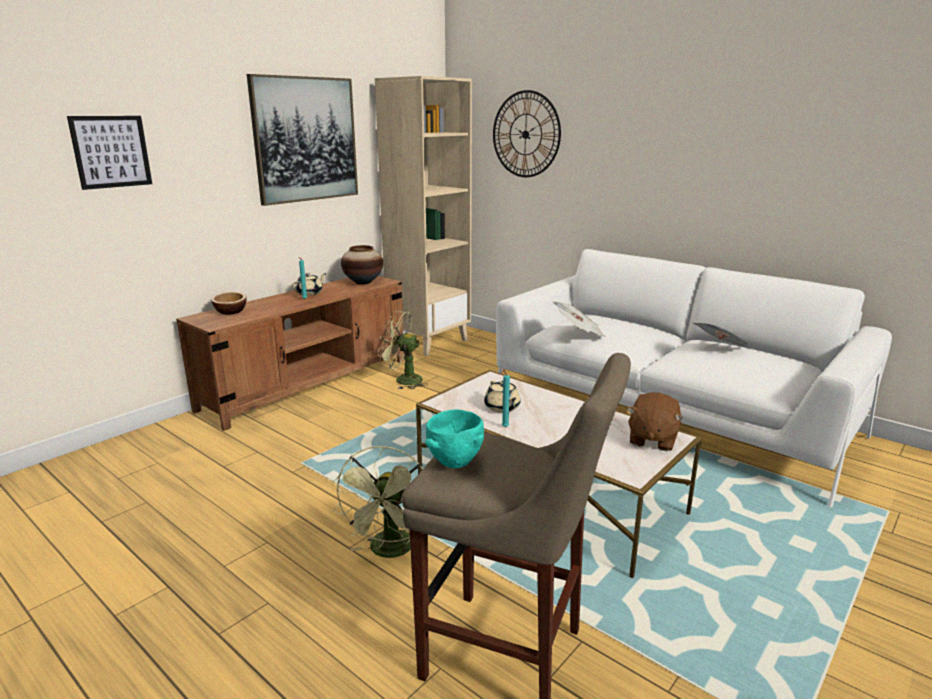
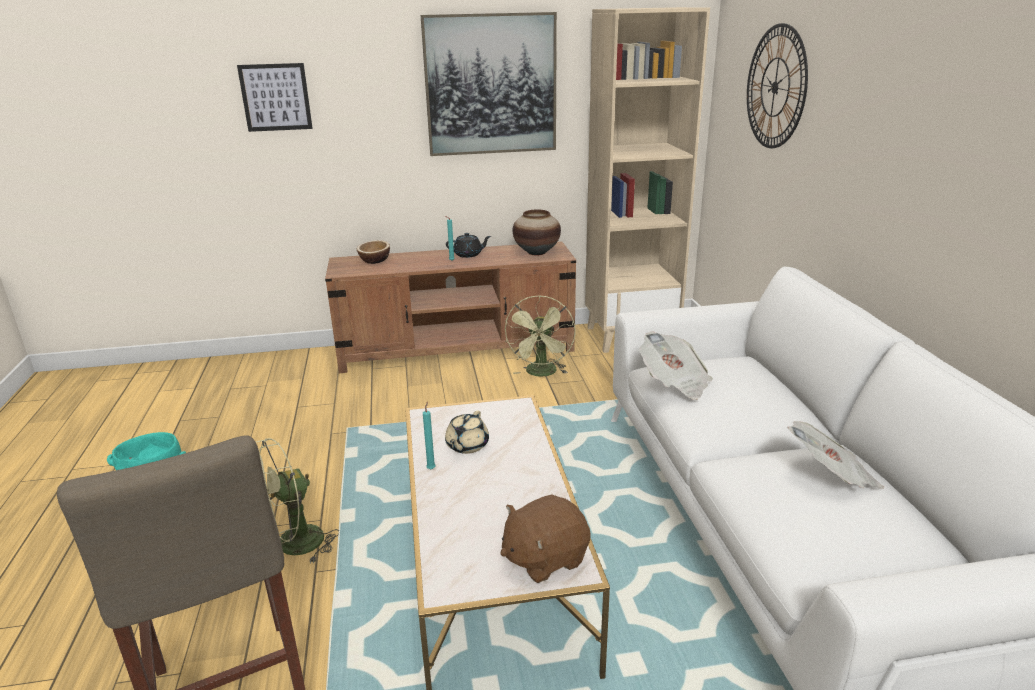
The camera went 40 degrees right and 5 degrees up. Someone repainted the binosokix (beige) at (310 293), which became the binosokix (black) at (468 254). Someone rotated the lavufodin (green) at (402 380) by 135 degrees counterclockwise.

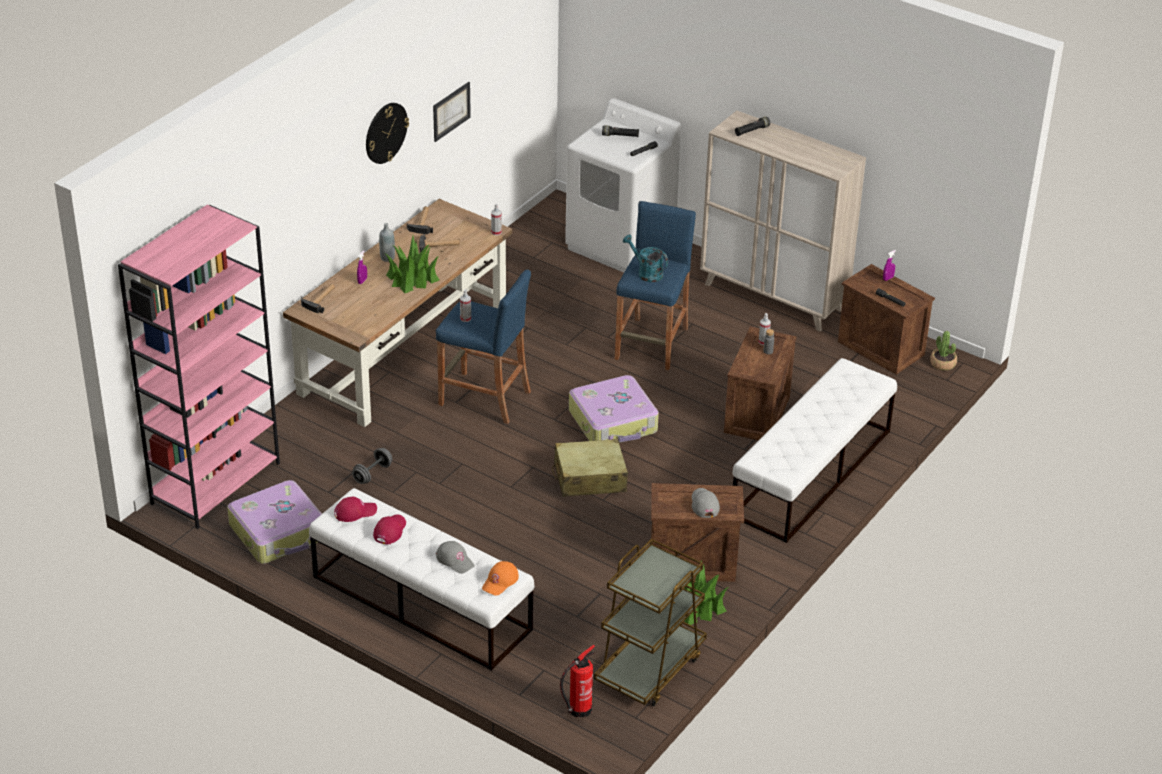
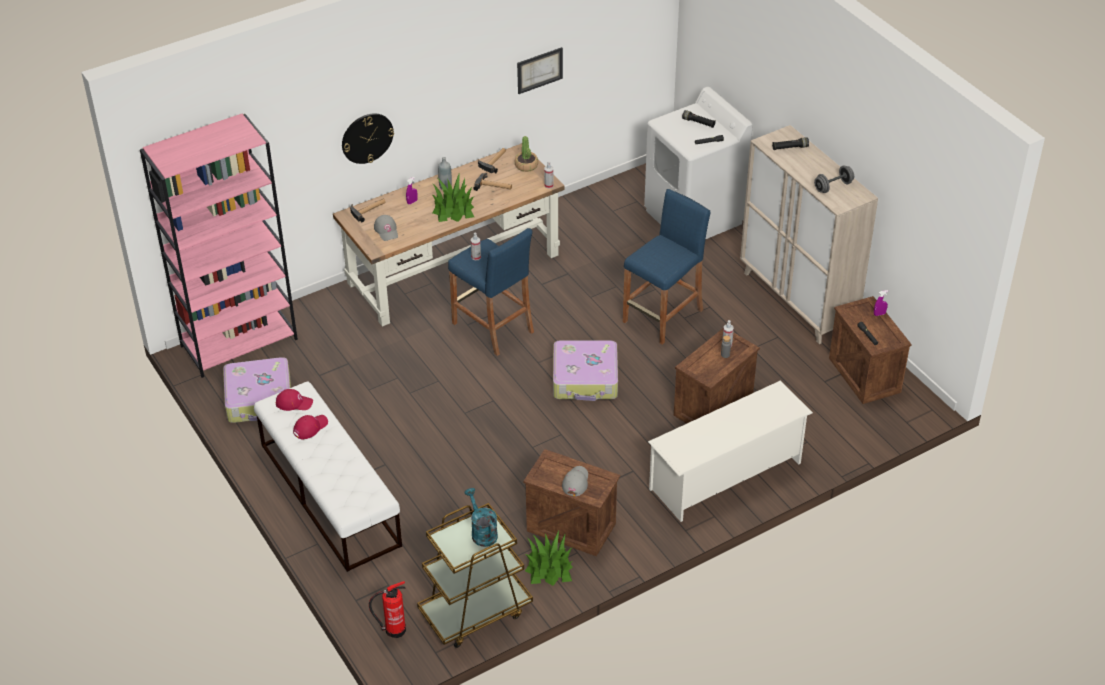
The camera went 25 degrees right and 5 degrees up. Someone carried the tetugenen from (385 132) to (367 138). Someone carried the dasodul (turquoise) from (646 273) to (482 532). Someone carried the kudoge from (943 363) to (526 165). Someone swapped the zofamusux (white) at (811 473) for the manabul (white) at (726 476). Someone took away the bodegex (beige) at (589 478). Someone carried the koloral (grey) from (372 474) to (833 186). Someone carried the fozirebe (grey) from (455 560) to (386 230). Someone took away the fozirebe (orange) at (500 581).

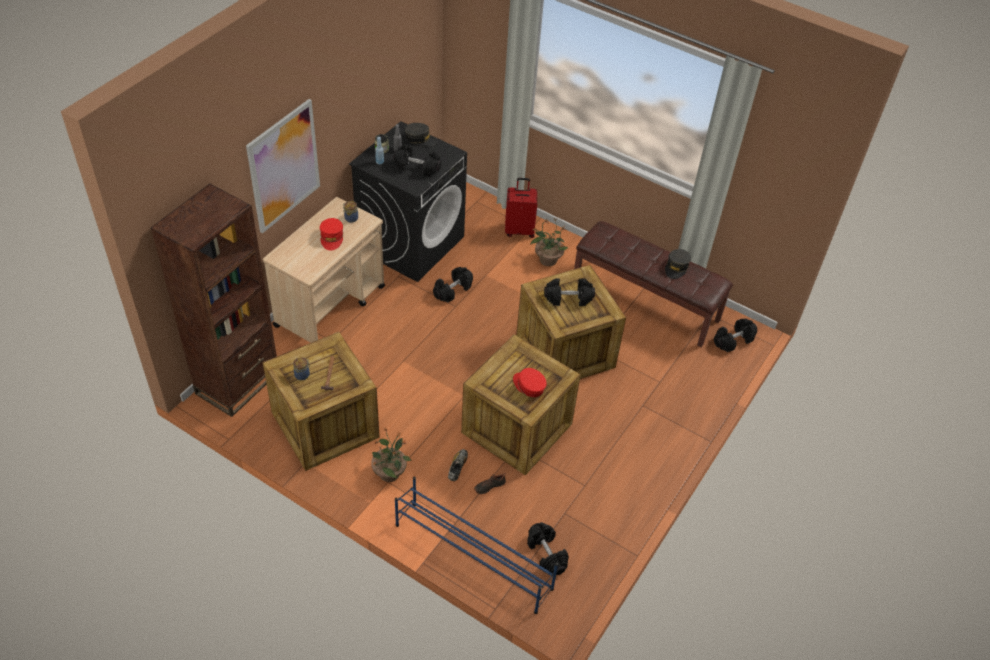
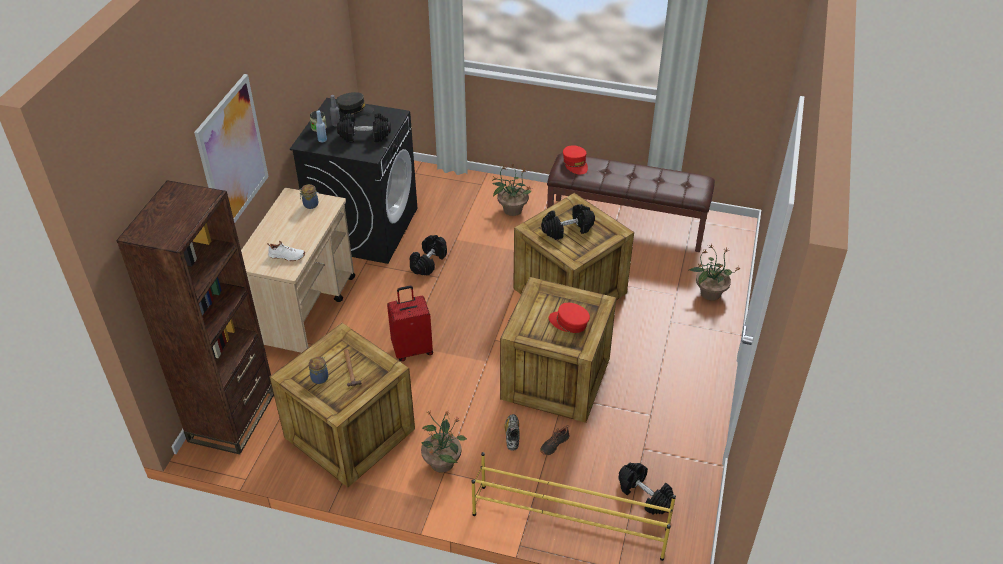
The camera went 15 degrees left and 5 degrees down. Someone carried the bodegex (red) from (519 230) to (412 349). Someone carried the fozirebe (red) from (332 238) to (575 164). Someone took away the fozirebe (grey) at (676 267). Someone took away the koloral (black) at (733 340). Someone repainted the manabul (blue) at (472 556), which became the manabul (yellow) at (569 521). Someone put down the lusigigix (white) at (286 256). Someone put down the kudoge at (709 293).

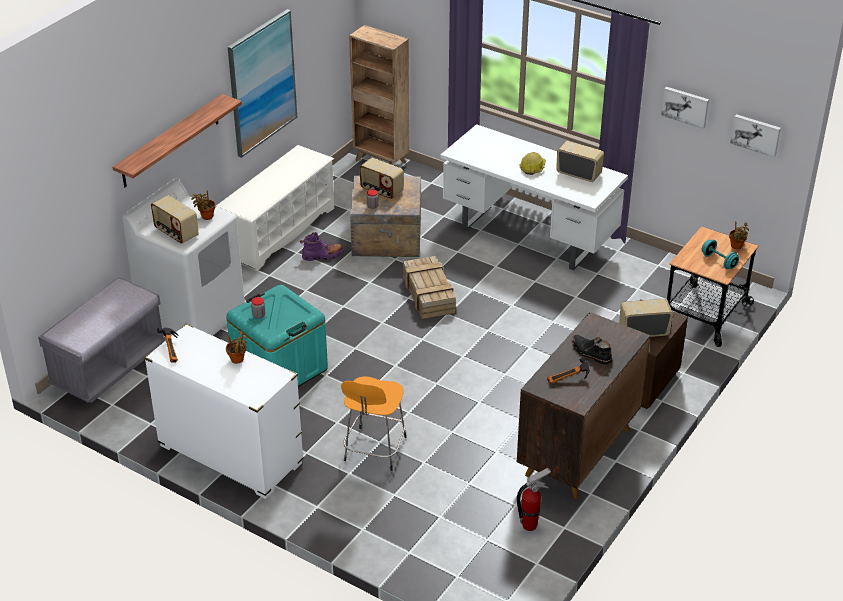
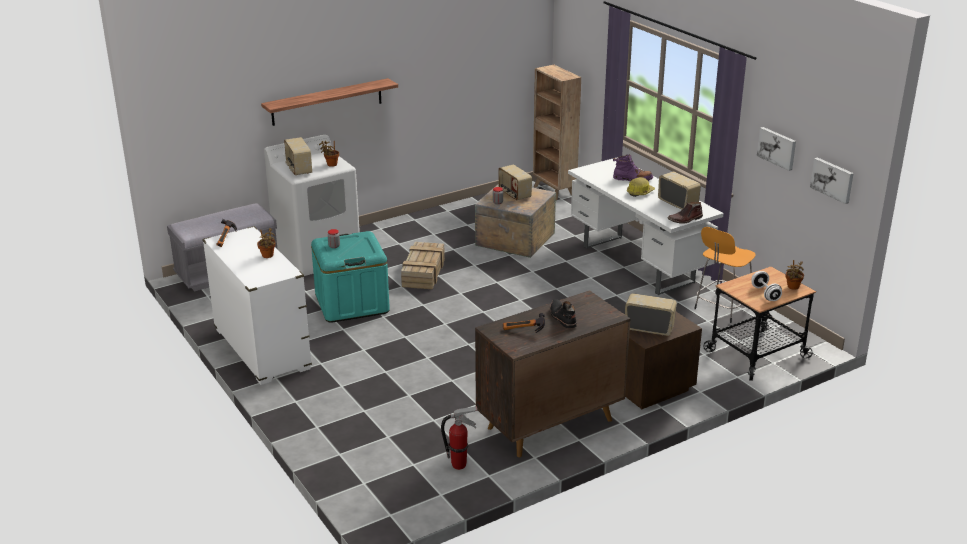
The camera went 25 degrees right and 10 degrees down. Someone took away the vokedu at (262 83). Someone took away the manabul (white) at (279 231). Someone carried the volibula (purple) from (323 256) to (632 179). Someone repainted the koloral (turquoise) at (719 261), which became the koloral (white) at (765 294). Someone carried the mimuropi from (428 294) to (423 272). Someone carried the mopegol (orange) from (374 450) to (722 308). Someone put down the volibula (brown) at (685 219).

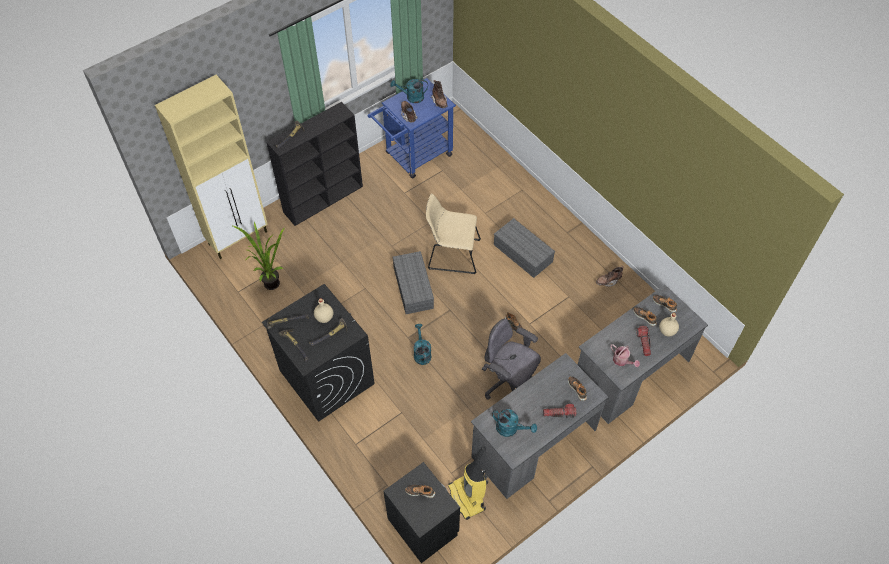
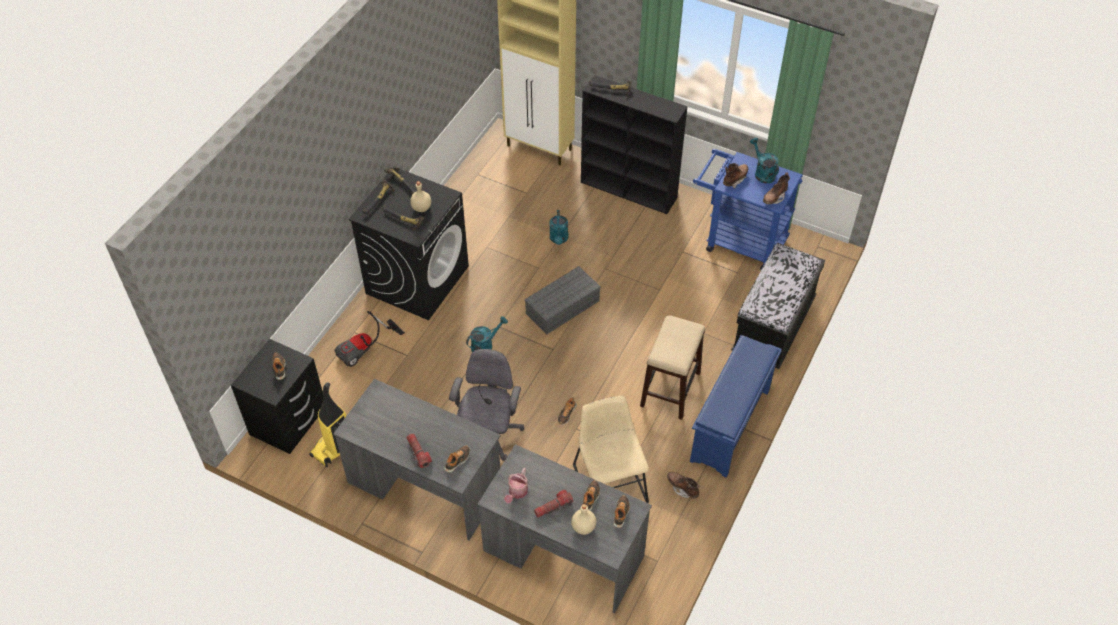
The camera went 65 degrees right and 5 degrees down. Someone carried the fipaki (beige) from (451 254) to (609 480). Someone swapped the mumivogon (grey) at (524 253) for the mopegol at (670 390). Someone took away the kudoge at (269 281). Someone carried the dasodul (turquoise) from (510 429) to (559 239). Someone put down the zofamusux (black) at (773 326). Someone put down the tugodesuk at (366 349). Someone put down the manabul (blue) at (730 427).

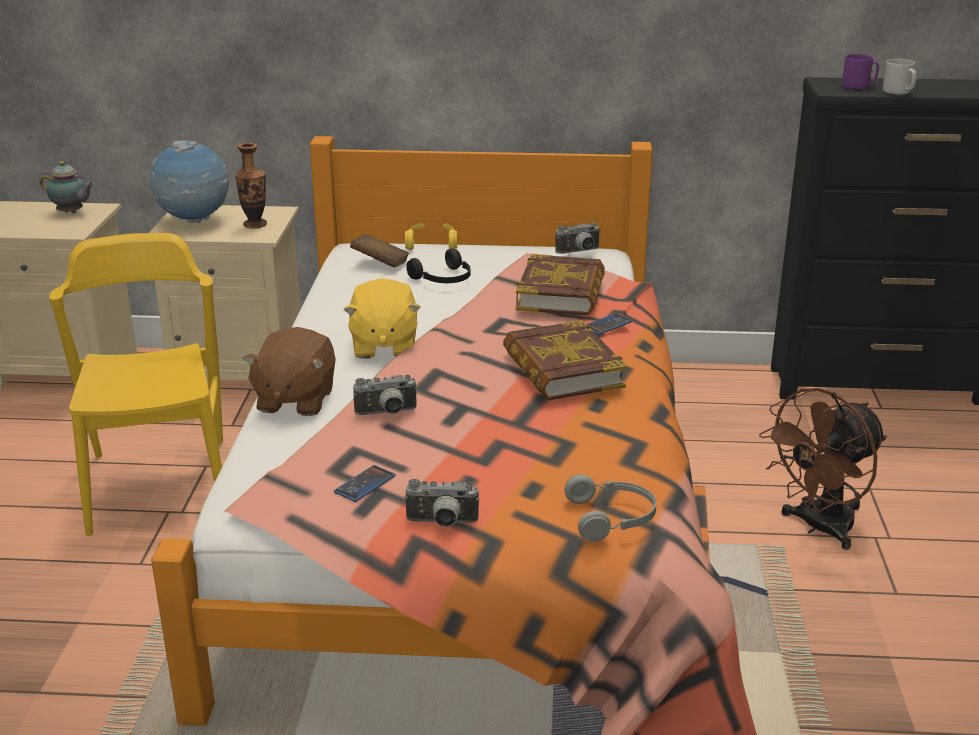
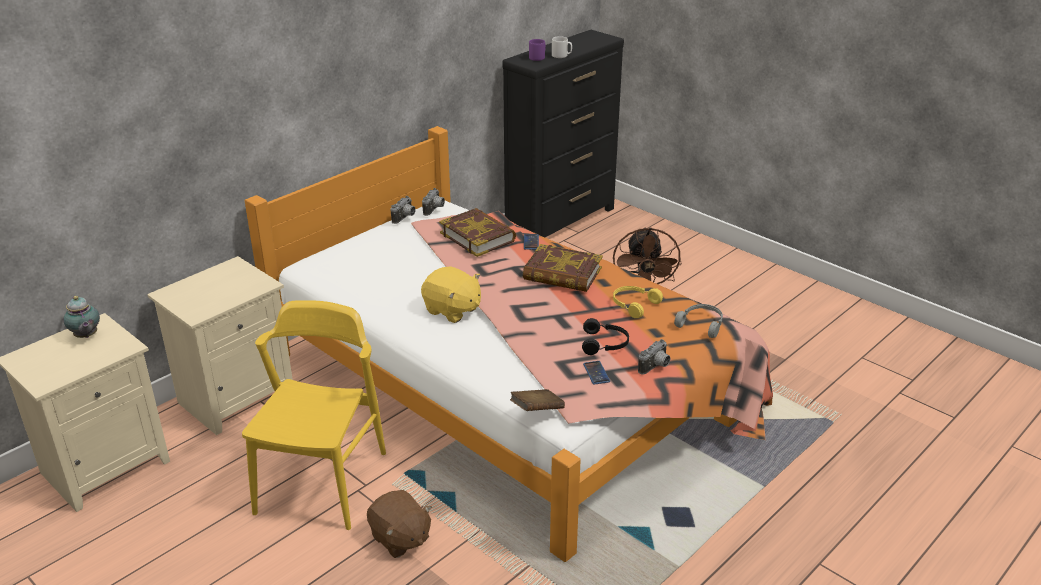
The camera went 50 degrees left and 5 degrees up. Someone took away the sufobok at (194 221). Someone took away the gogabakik at (255 225). Someone rotated the binosokix at (72 213) by 90 degrees clockwise. Someone carried the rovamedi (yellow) from (432 243) to (633 305). Someone rotated the fipaki (yellow) at (159 484) by 75 degrees clockwise. Someone carried the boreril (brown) from (380 264) to (537 410). Someone carried the rovamedi (black) from (444 279) to (605 344). Someone carried the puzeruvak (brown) from (295 400) to (400 538). Someone carried the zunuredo from (387 413) to (405 218).

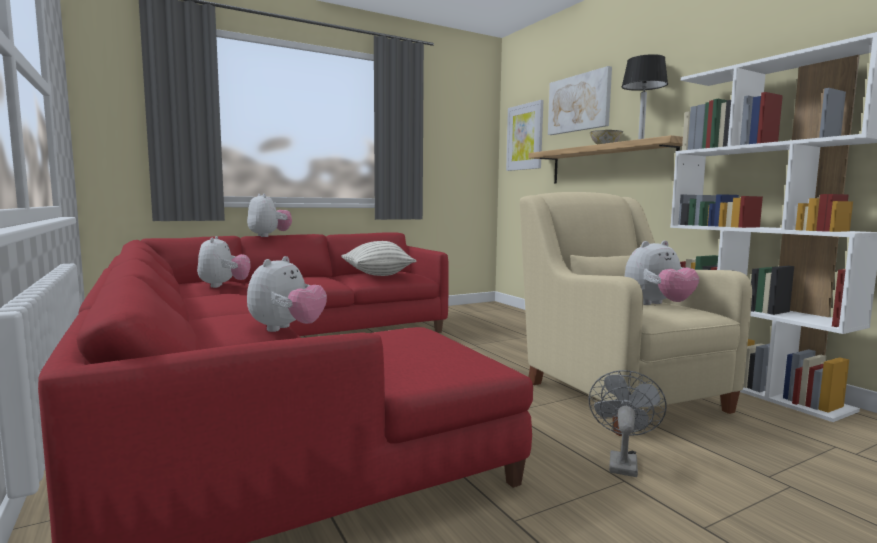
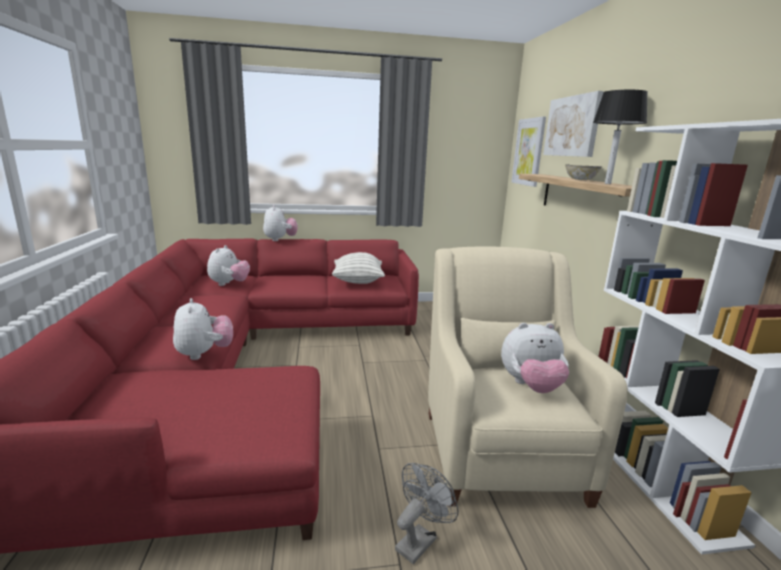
The camera went 20 degrees right and 10 degrees up. Someone rotated the puzeruvak at (287 329) by 60 degrees counterclockwise.

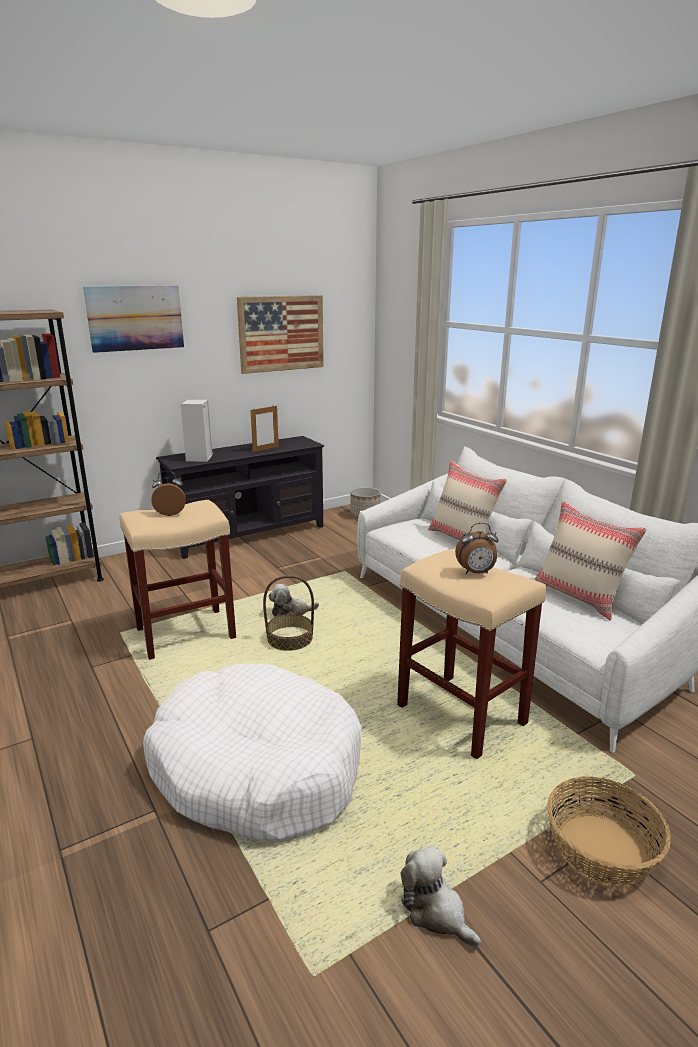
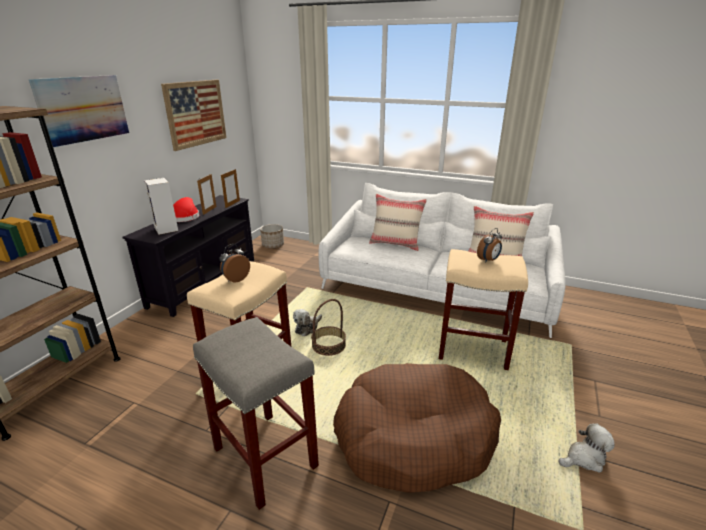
The camera went 35 degrees left and 5 degrees up. Someone repainted the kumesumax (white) at (256 768), which became the kumesumax (brown) at (413 437). Someone took away the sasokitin at (601 850). Someone rotated the puzeruvak at (436 911) by 150 degrees clockwise. Someone put down the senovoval at (232 204). Someone put down the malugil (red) at (185 217). Someone put down the mopegol (grey) at (266 457).

